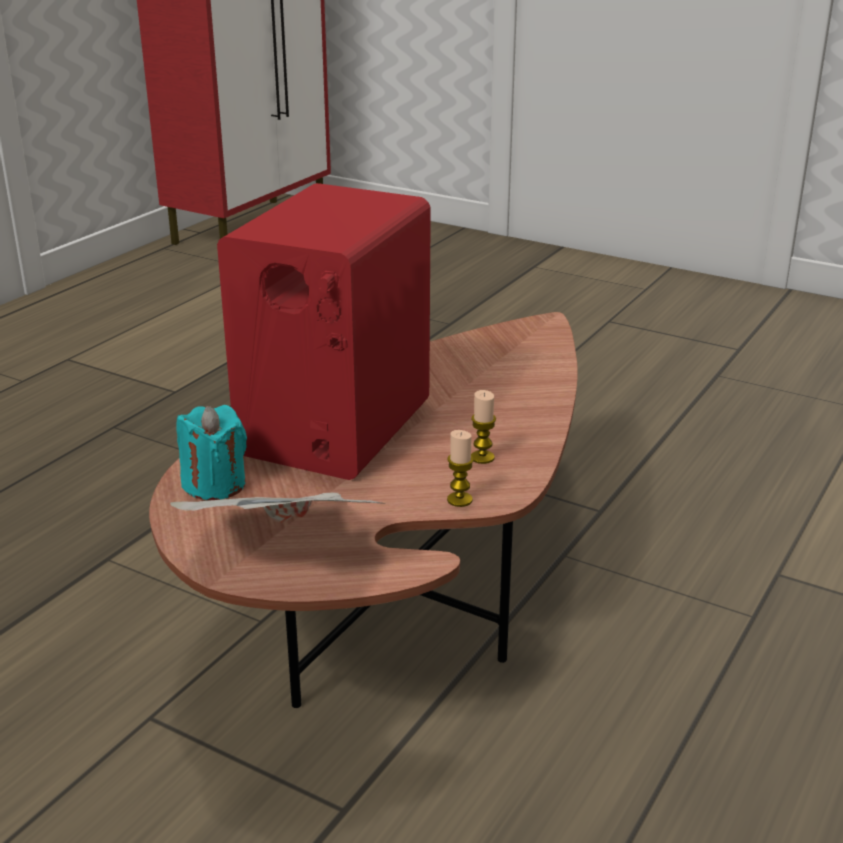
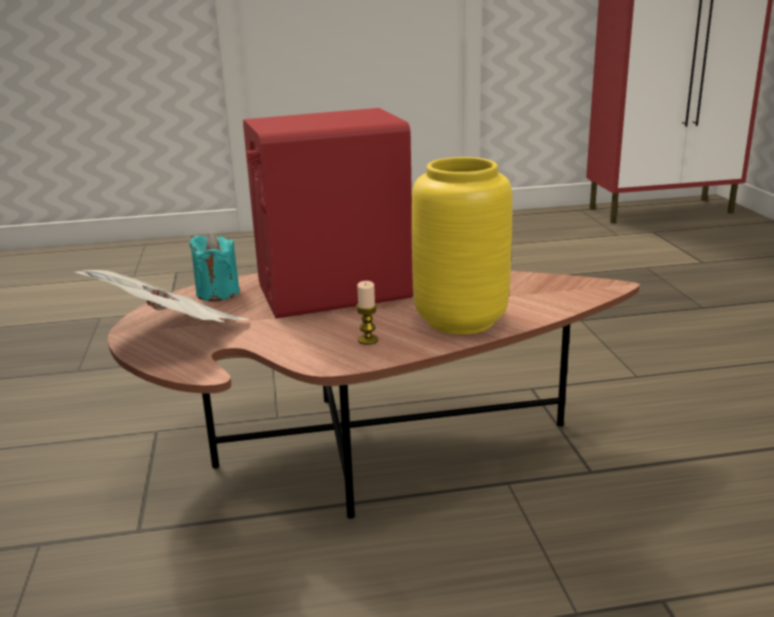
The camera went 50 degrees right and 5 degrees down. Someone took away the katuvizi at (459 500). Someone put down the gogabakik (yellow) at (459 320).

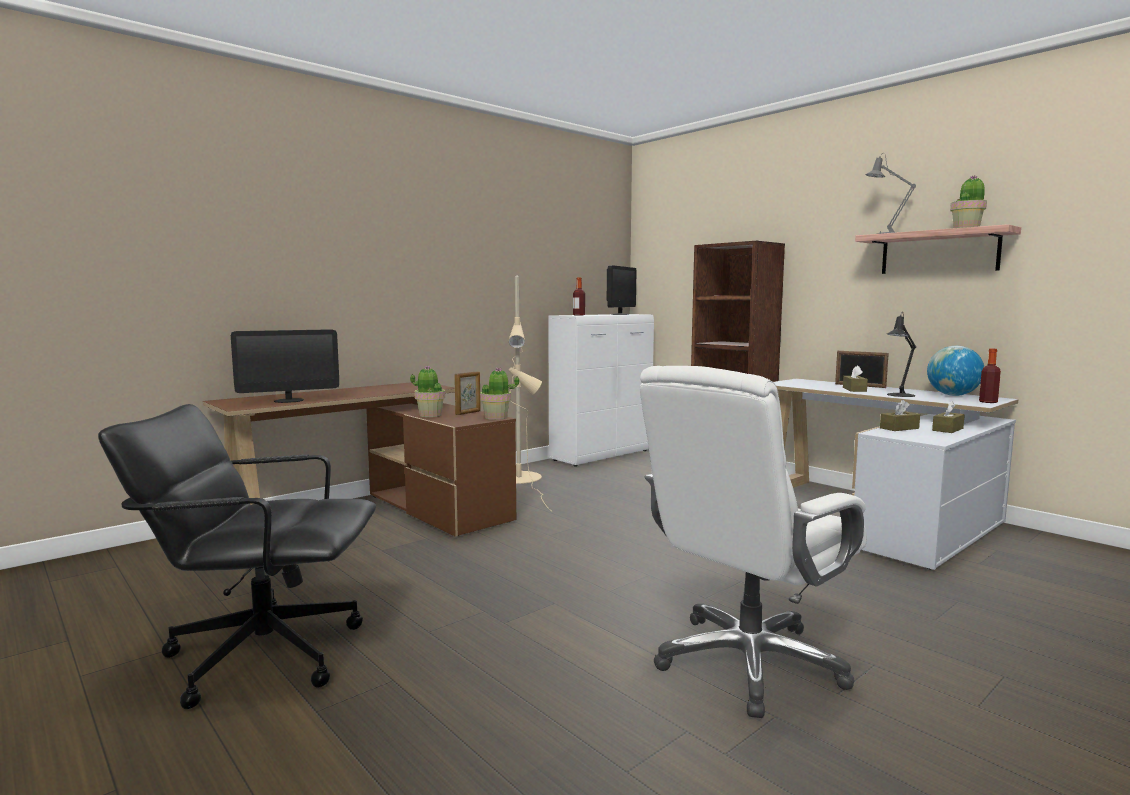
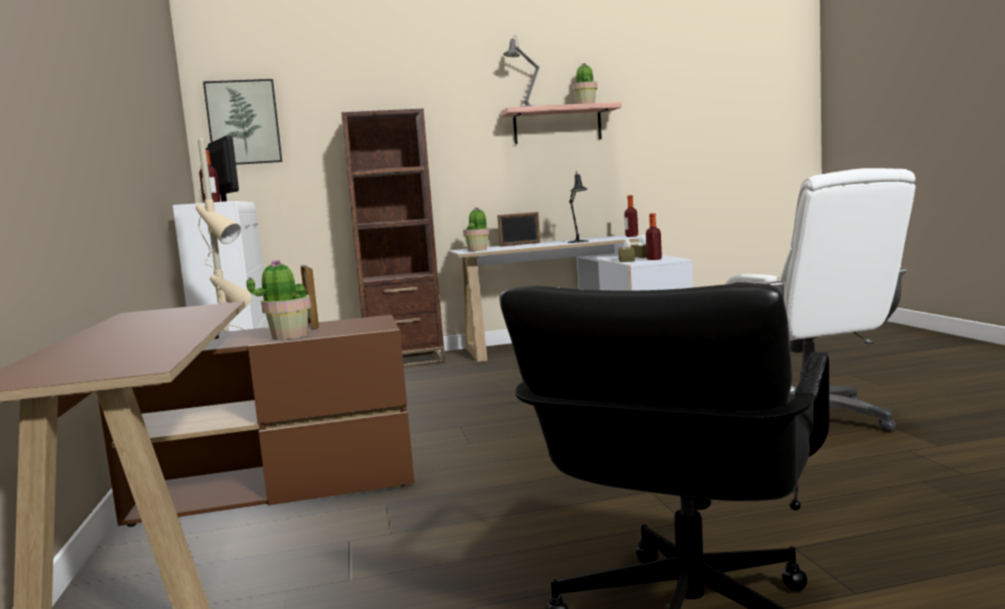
The camera went 60 degrees left and 0 degrees up. Someone took away the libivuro at (289 400). Someone took away the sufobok at (953 395). Someone took away the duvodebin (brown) at (854 389). Someone carried the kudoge from (496 417) to (477 250). Someone put up the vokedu at (243 122). Someone put down the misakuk at (654 259).

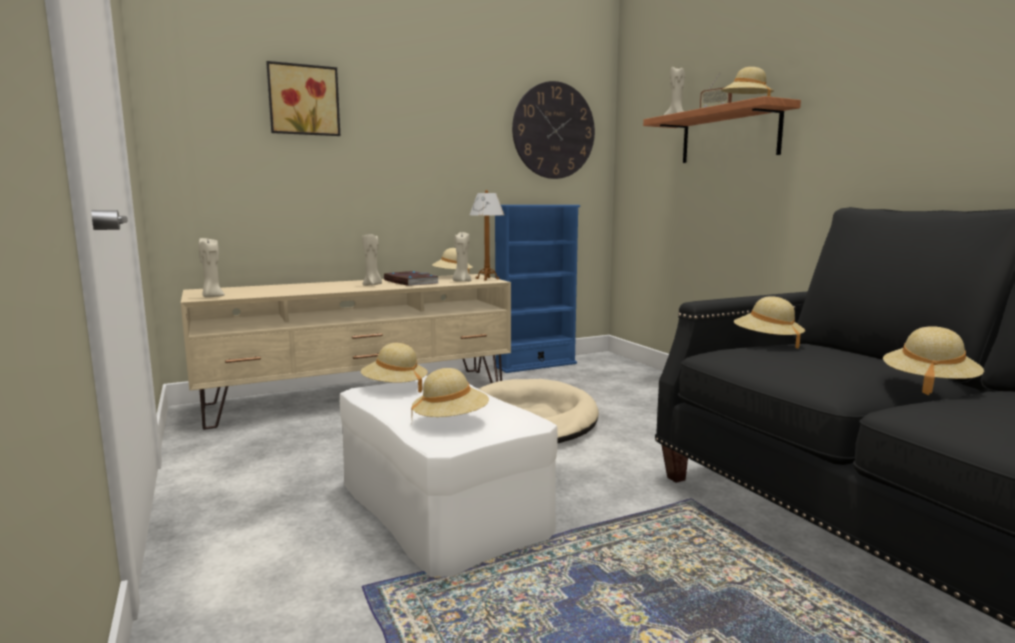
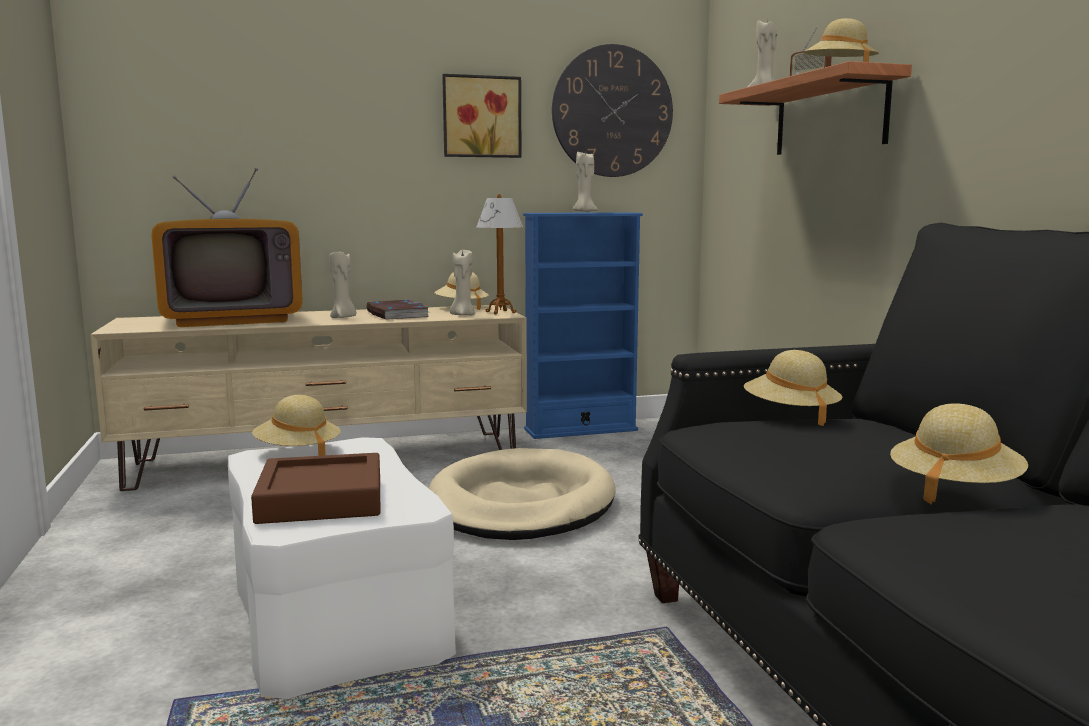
The camera went 10 degrees right and 0 degrees up. Someone carried the vokedu from (303 100) to (481 117). Someone carried the katuvizi (beige) from (212 297) to (584 212). Someone swapped the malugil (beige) at (450 421) for the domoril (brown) at (321 499). Someone put down the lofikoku at (232 319).

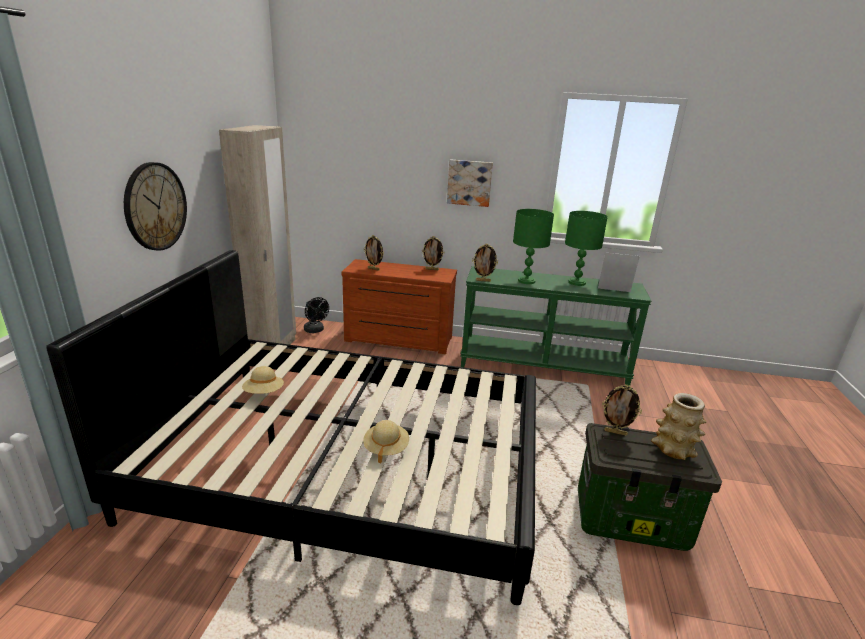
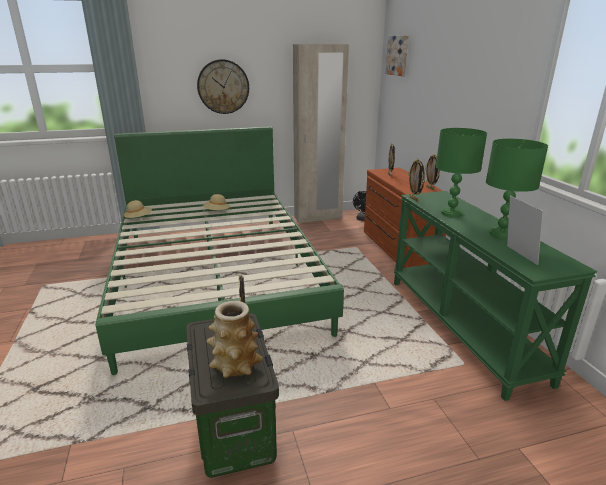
The camera went 65 degrees right and 0 degrees up. Someone carried the vokedu from (469 182) to (398 55). Someone repainted the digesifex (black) at (347 466), which became the digesifex (green) at (216 277). Someone carried the malugil (beige) from (386 448) to (138 218).

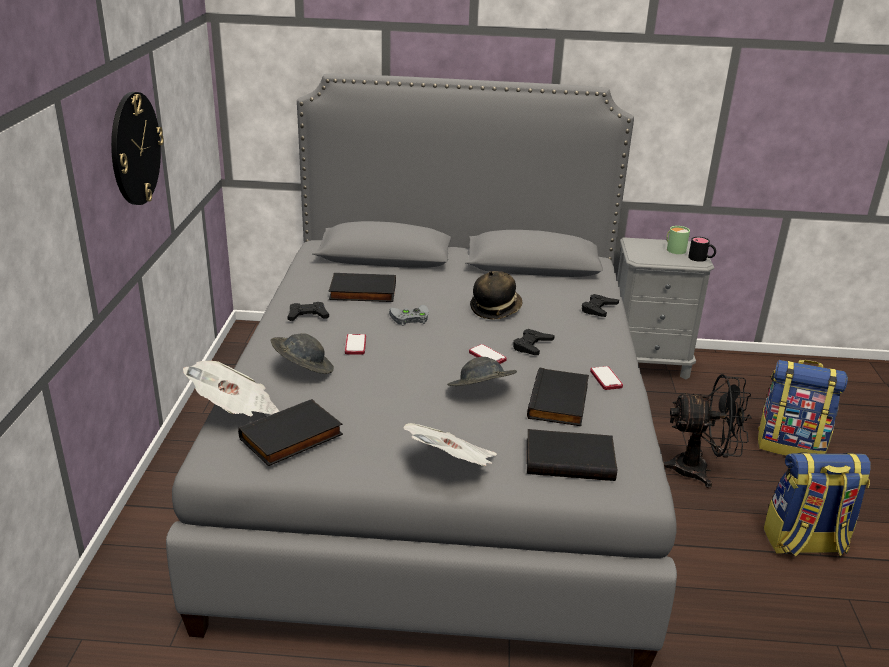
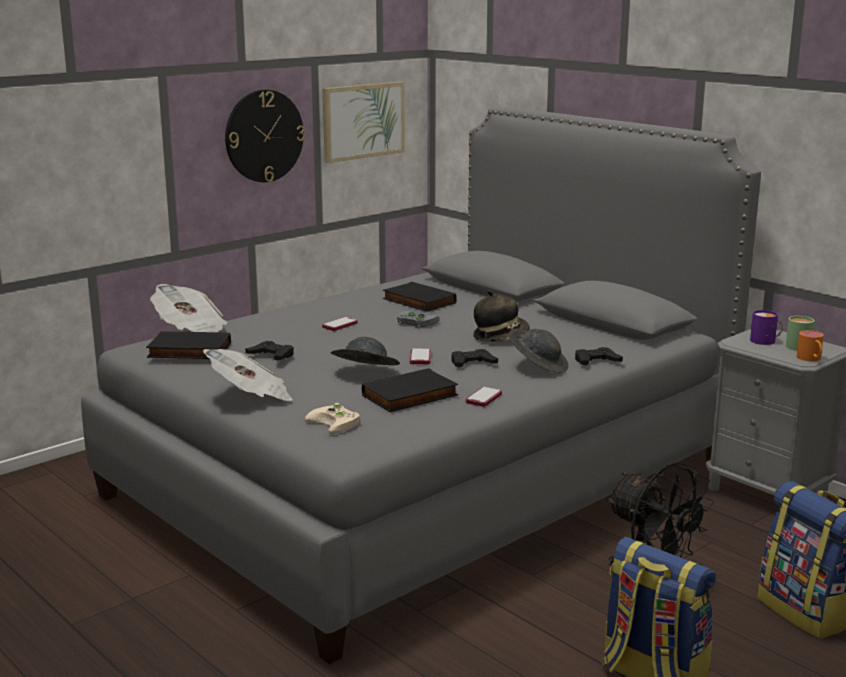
The camera went 45 degrees right and 10 degrees down. Someone repainted the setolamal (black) at (701 259), which became the setolamal (orange) at (811 359). Someone carried the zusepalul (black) from (307 316) to (271 355). Someone carried the malugil (grey) from (302 369) to (538 366). Someone swapped the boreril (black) at (570 458) for the zusepalul (beige) at (336 423). Someone put up the vokedu at (363 121). Someone put down the setolamal (purple) at (765 341).

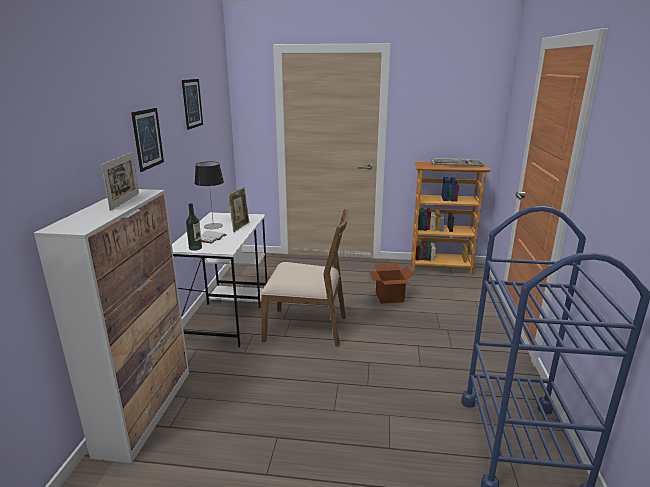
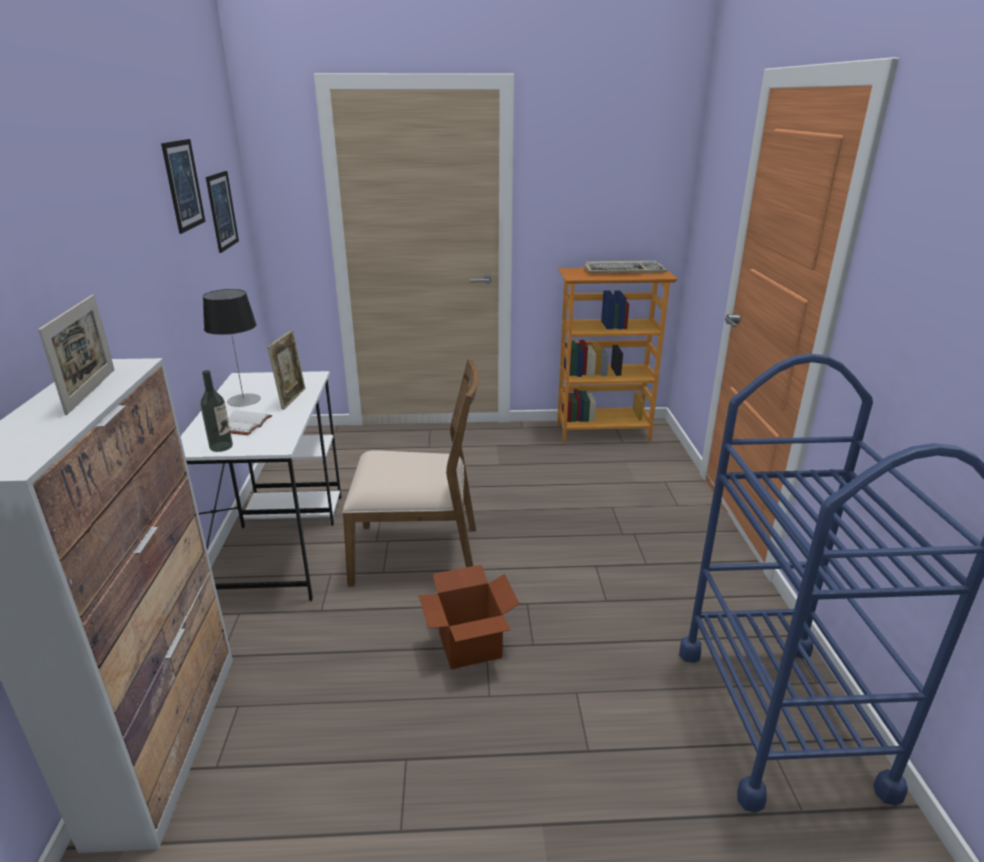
The camera went 10 degrees left and 5 degrees up. Someone carried the vokedu from (148 139) to (222 211). Someone carried the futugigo from (389 297) to (470 645).

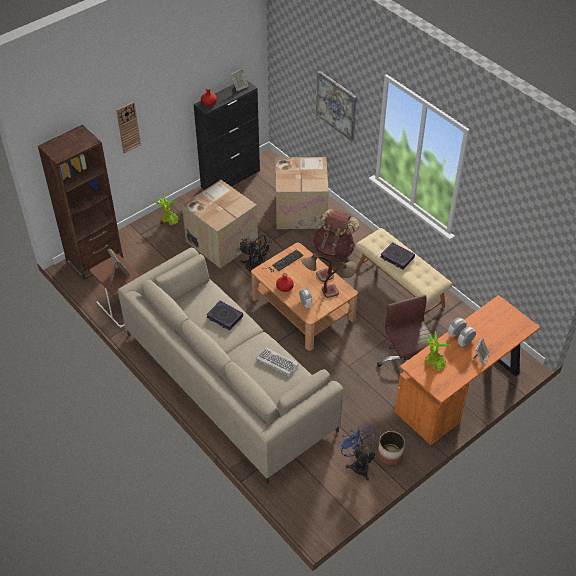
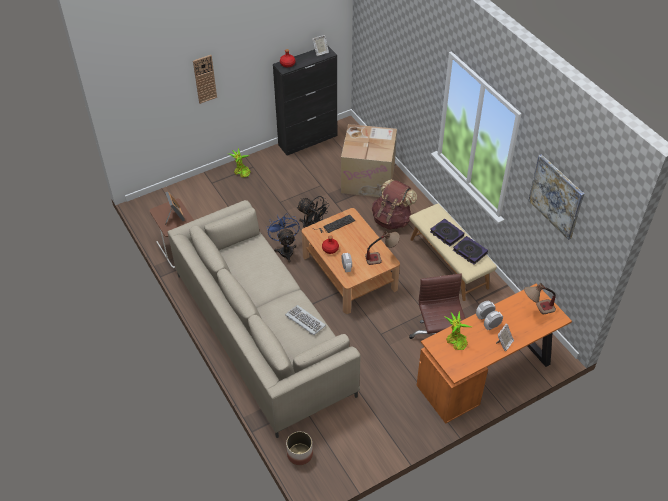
The camera went 10 degrees right and 0 degrees up. Someone carried the vokedu from (337 105) to (556 196). Someone took away the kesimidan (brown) at (95 259). Someone took away the futugigo at (222 241). Someone carried the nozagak from (317 278) to (536 309). Someone carried the boreril from (224 317) to (469 252). Someone carried the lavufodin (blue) from (358 464) to (285 250). Someone carried the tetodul from (389 454) to (299 454).

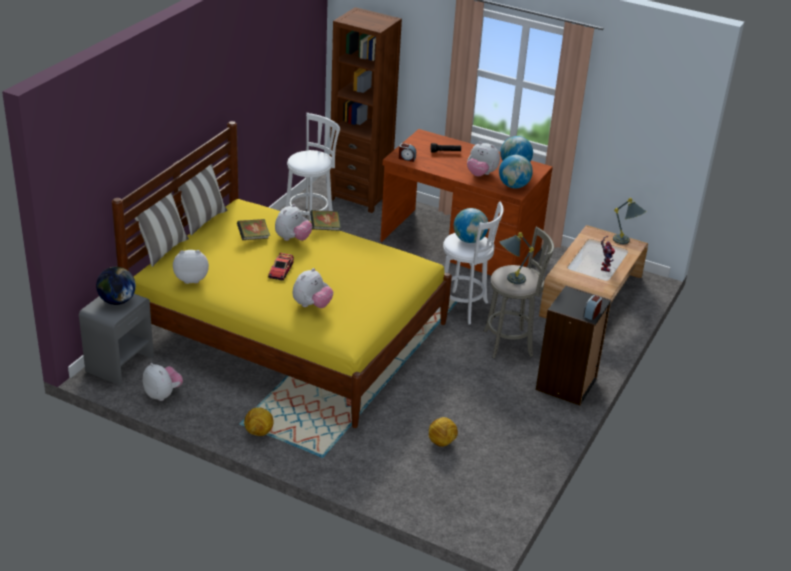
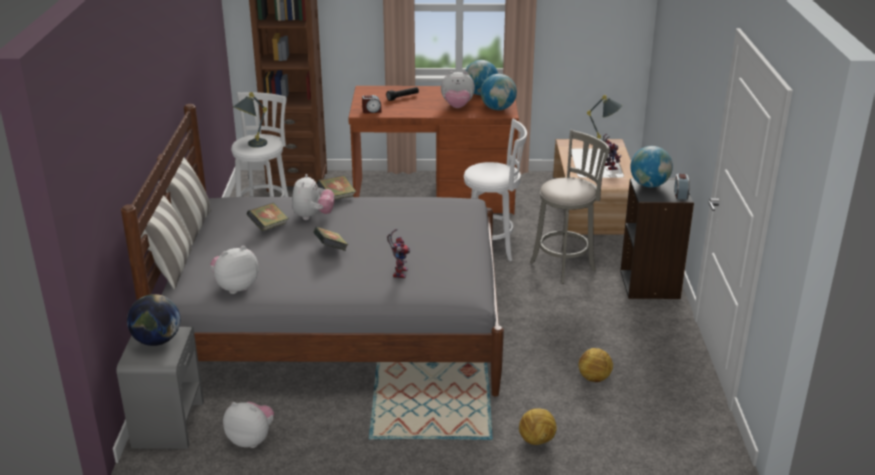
The camera went 25 degrees left and 5 degrees down. Someone repainted the digesifex (yellow) at (289 332), which became the digesifex (grey) at (339 325). Someone carried the sufobok from (469 240) to (649 185). Someone carried the nozagak (grey) from (509 280) to (252 146). Someone swapped the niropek at (280 271) for the boreril at (331 249). Someone swapped the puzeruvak at (312 305) for the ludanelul at (399 272). Someone carried the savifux from (259 433) to (537 441).

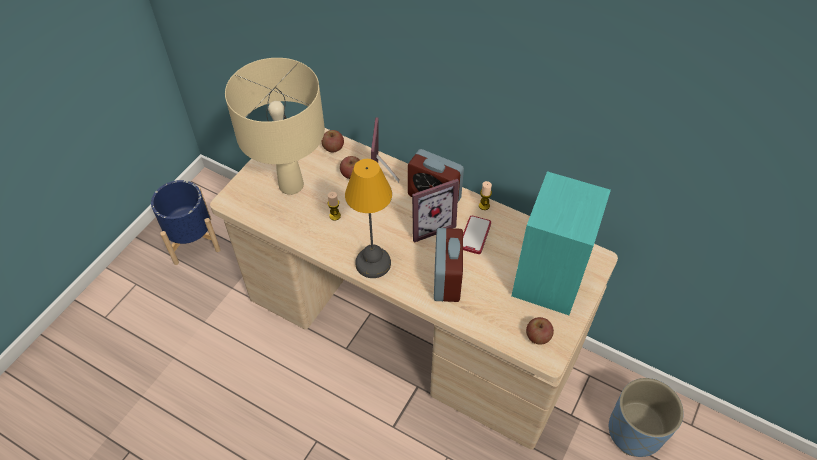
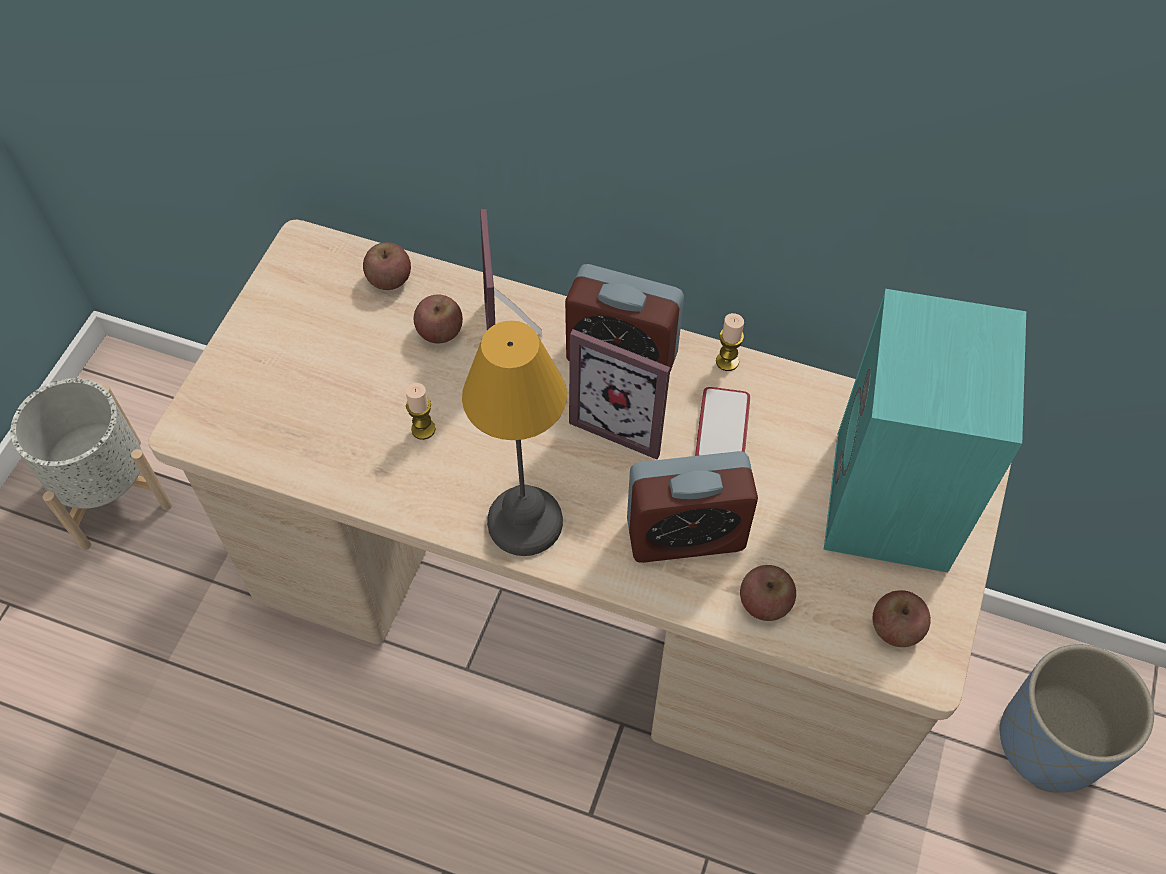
The camera went 10 degrees left and 5 degrees up. Someone took away the nozagak (beige) at (291 185). Someone rotated the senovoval at (429 225) by 60 degrees clockwise. Someone repainted the tetodul (blue) at (193 240), which became the tetodul (grey) at (112 493). Someone rotated the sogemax at (447 280) by 90 degrees clockwise. Someone put down the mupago at (765 602).

